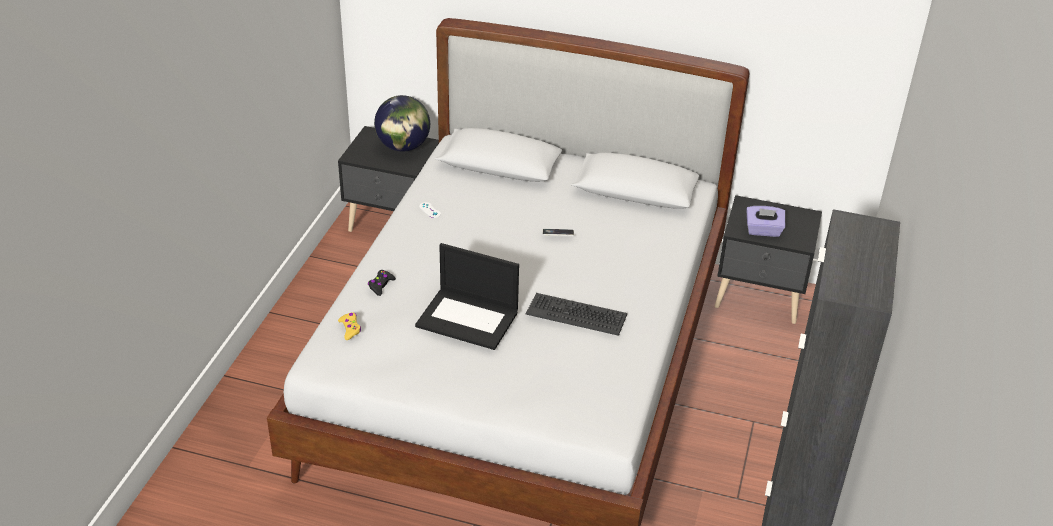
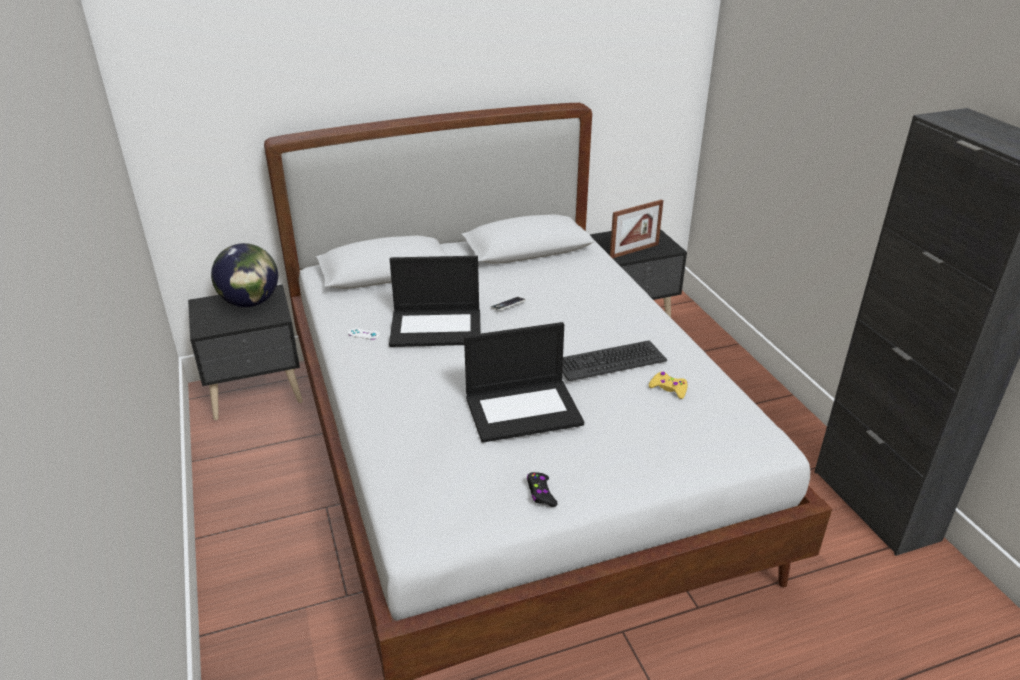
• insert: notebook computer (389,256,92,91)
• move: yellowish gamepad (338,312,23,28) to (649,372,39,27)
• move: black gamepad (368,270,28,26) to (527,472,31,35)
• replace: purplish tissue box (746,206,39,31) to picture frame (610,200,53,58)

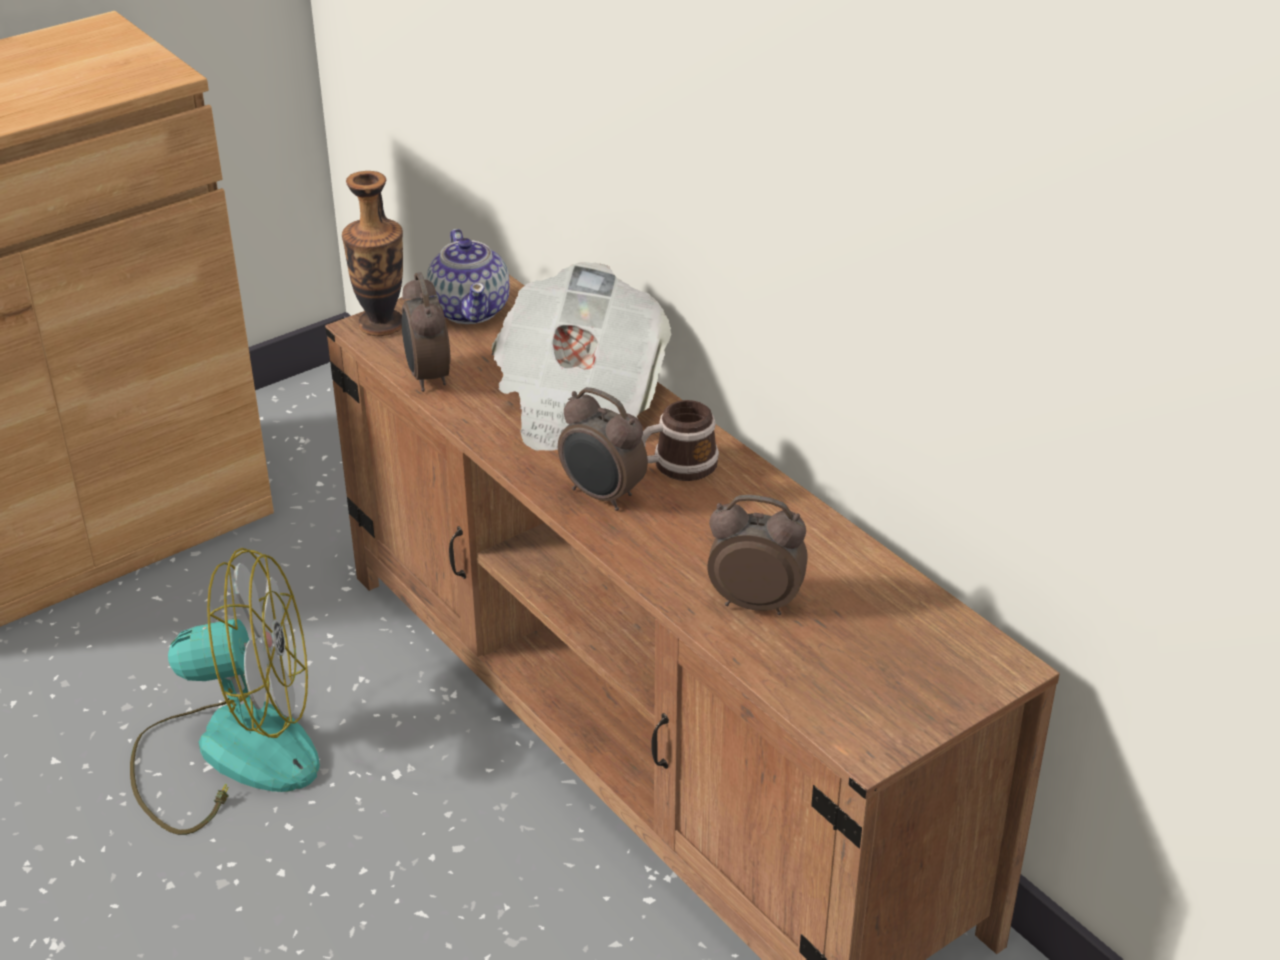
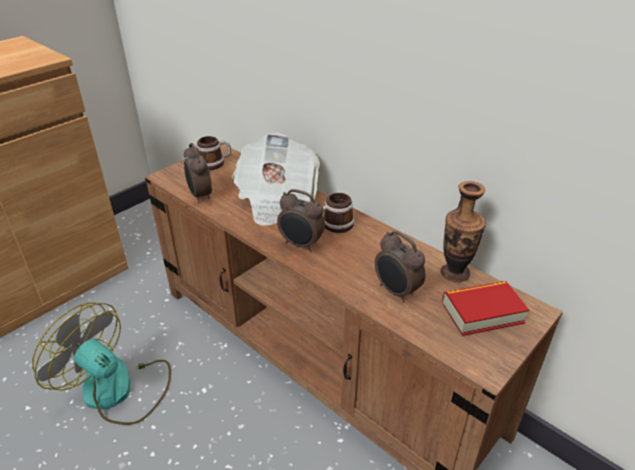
• insert: bound book (442,281,87,55)
• move: decorative vase (342,171,61,165) to (441,181,45,101)
• replace: teapot (427,229,83,95) to tea mug (196,136,35,34)
• rotate: electric fan (130,548,190,287) = (32,303,139,122) 135 degrees counterclockwise
• rotate: table clock (707,495,100,120) = (375,231,51,71) 135 degrees counterclockwise

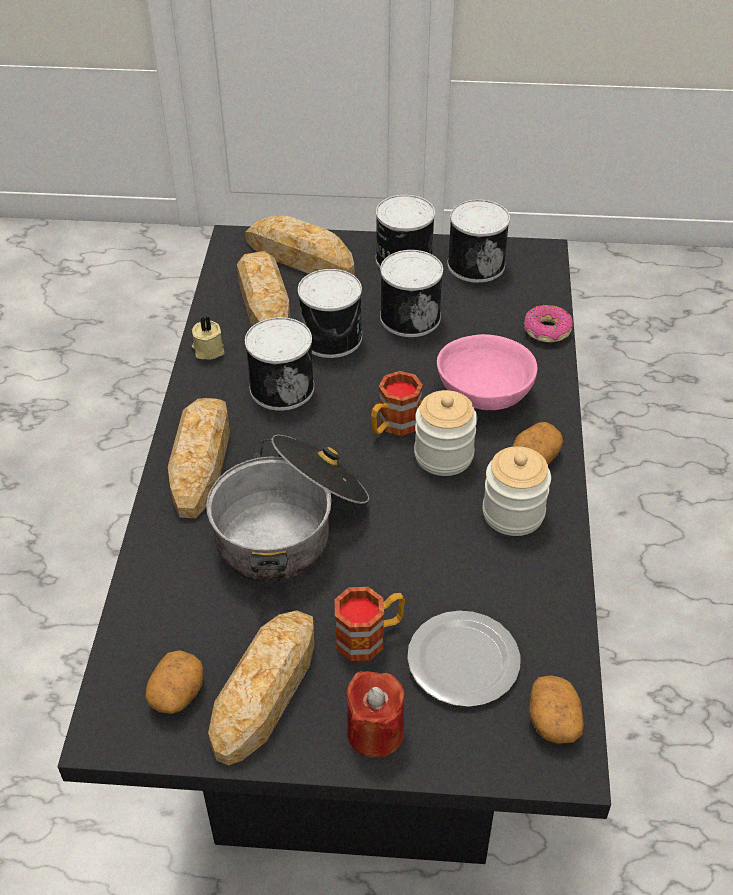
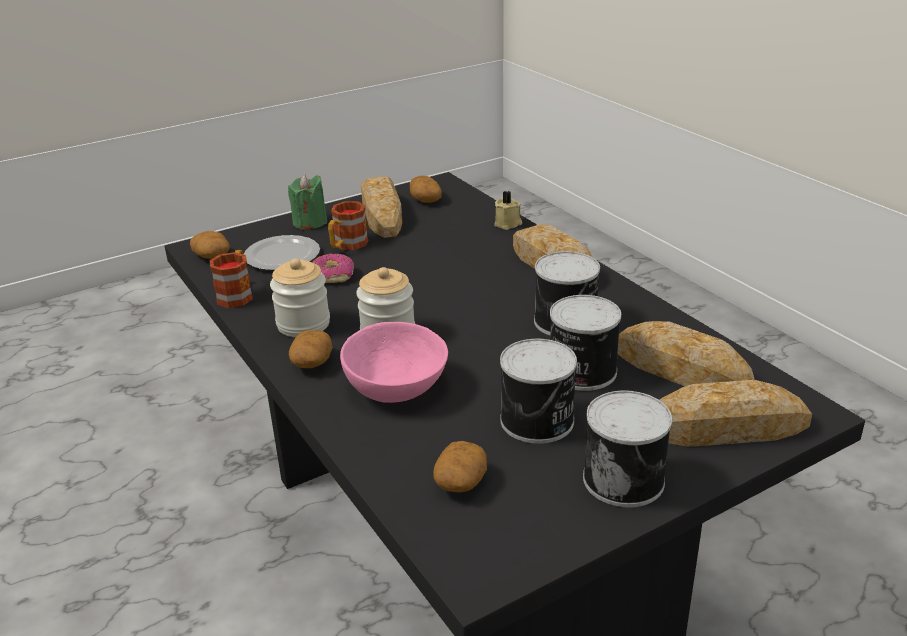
• delete: stockpot (206,435,163,147)
• delete: can (447,199,63,84)
• insert: spud (433,441,54,51)
• move: beige-coloured wax light (192,316,33,43) to (494,191,28,39)
• move: tea mug (371,371,52,65) to (210,250,43,58)
• move: ring doughnut (524,305,49,38) to (312,254,42,29)
• recolor: reddish wax light (345,671,60,87) to green-coloured wax light (288,174,39,56)

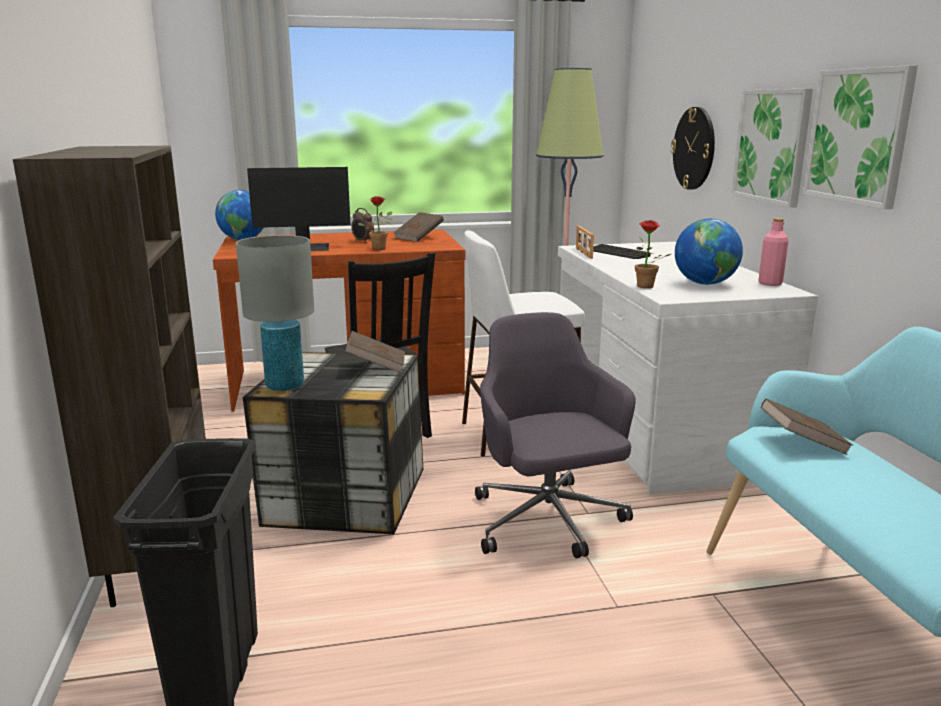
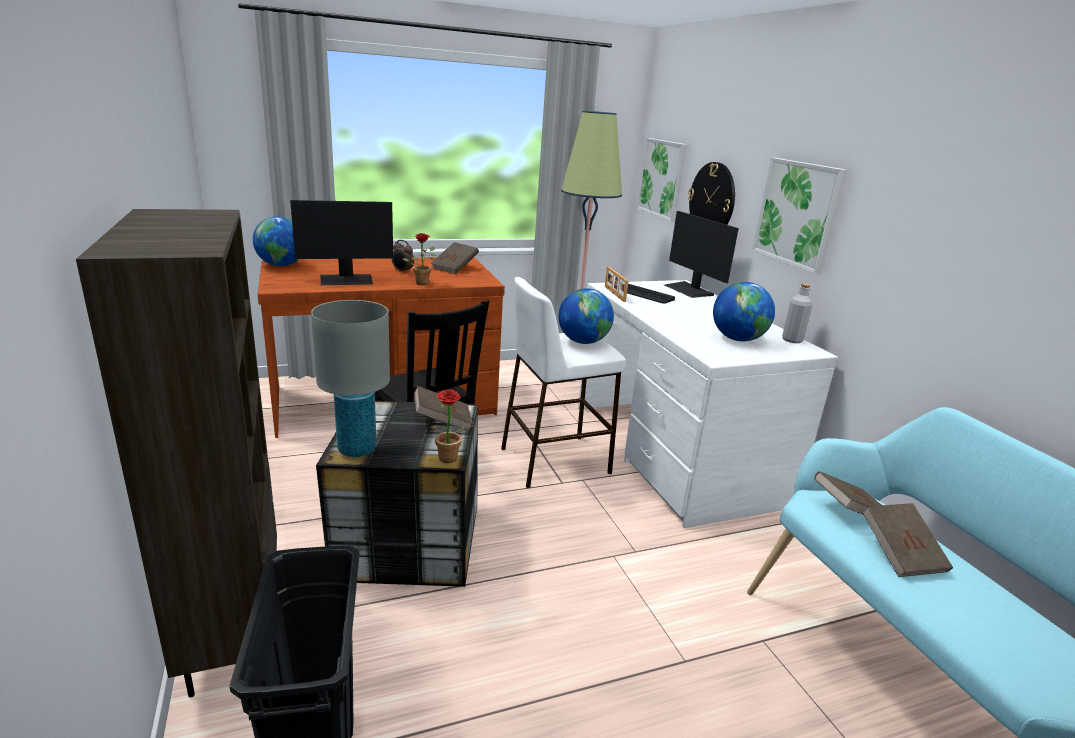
• delete: grey office chair (475,312,160,246)
• insert: globe (558,288,56,56)
• insert: computer screen (664,211,75,87)
• insert: brownish bound book (862,503,91,74)
• move: houseplant (632,220,39,68) to (429,390,47,73)
• move: picture (803,65,115,144) to (637,138,50,84)
• recolor: pink bottle (759,218,30,68) to grey bottle (782,283,30,60)

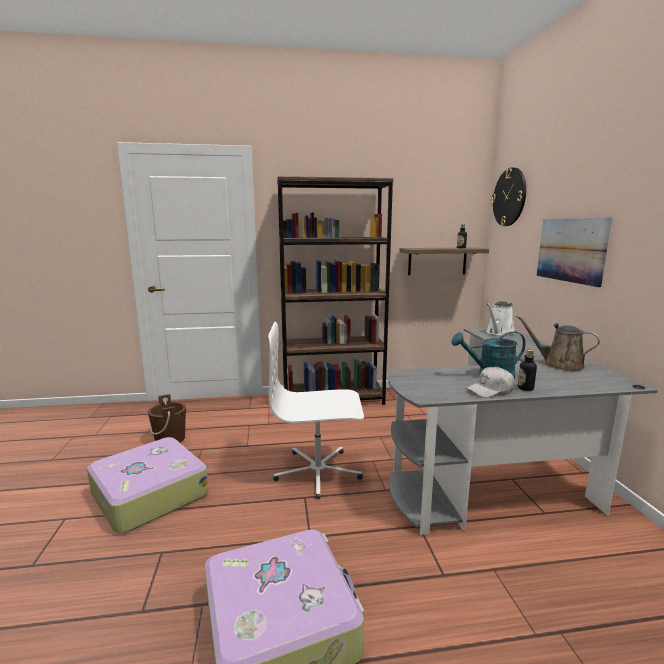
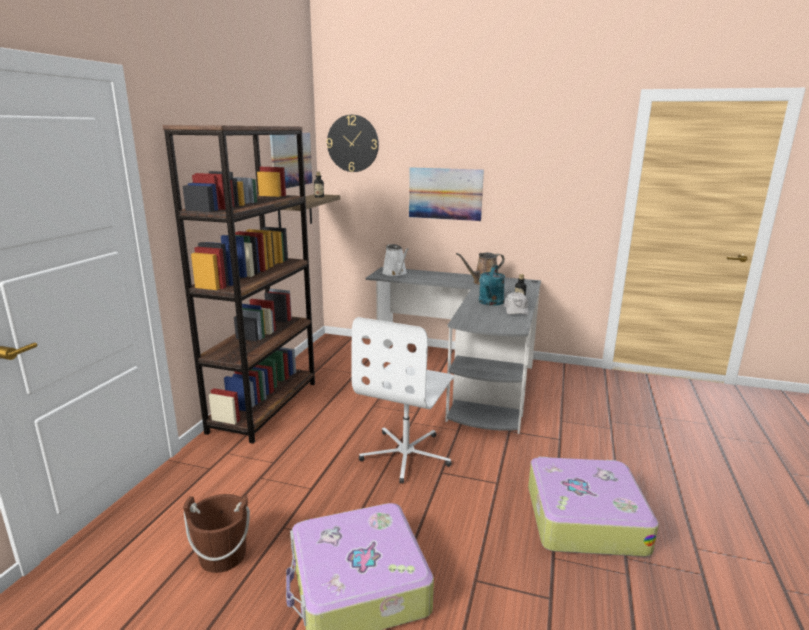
• insert: picture (270,133,42,55)

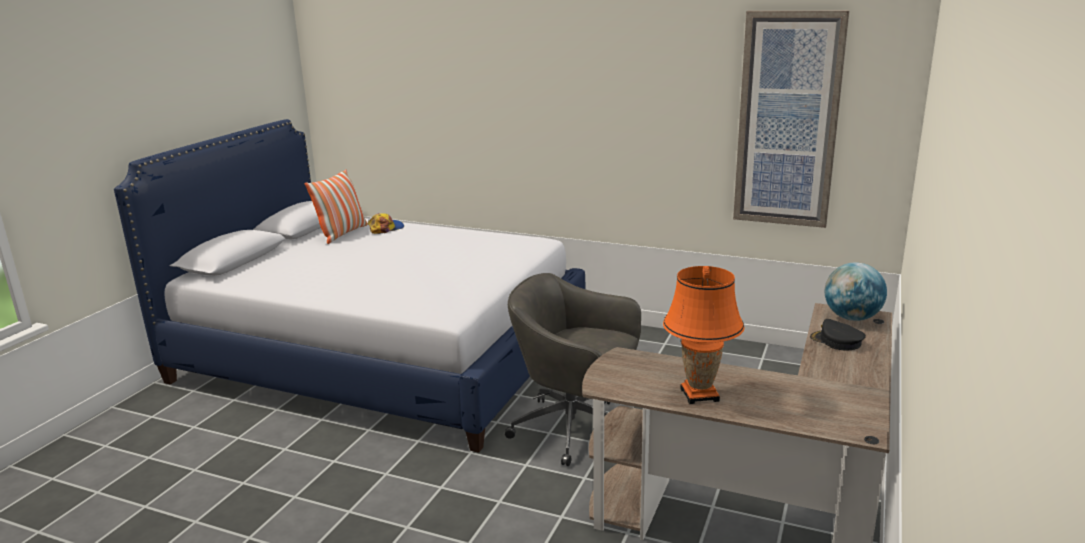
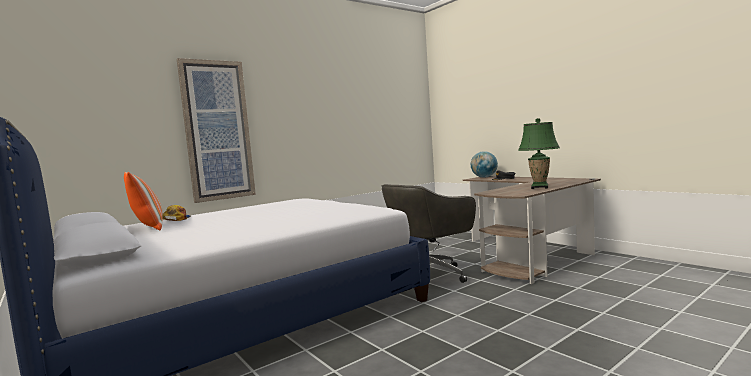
• move: picture (733,10,117,218) to (177,58,79,145)
• recolor: orange lamp for a table (663,266,81,138) to green-coloured lamp for a table (518,118,42,71)

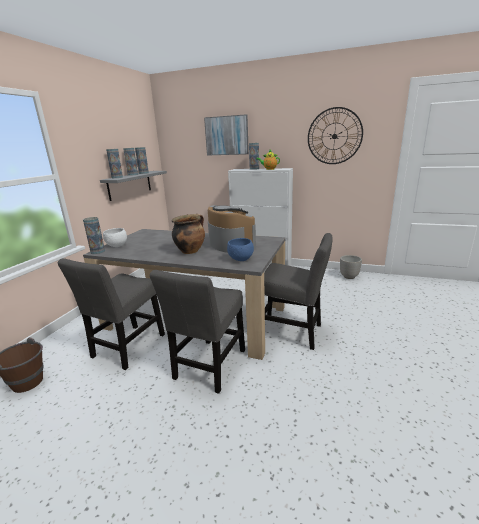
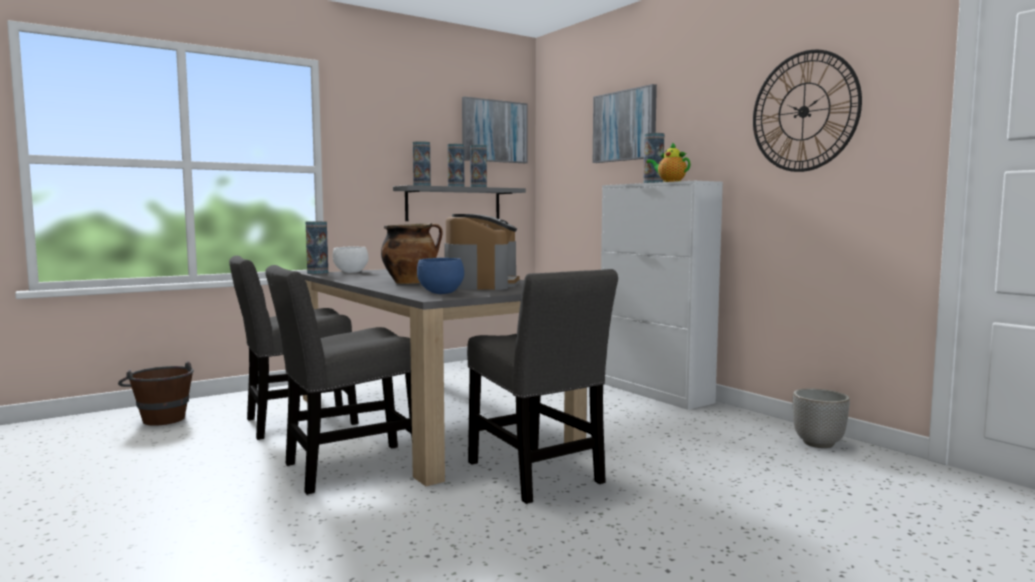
• insert: picture (462,96,66,67)

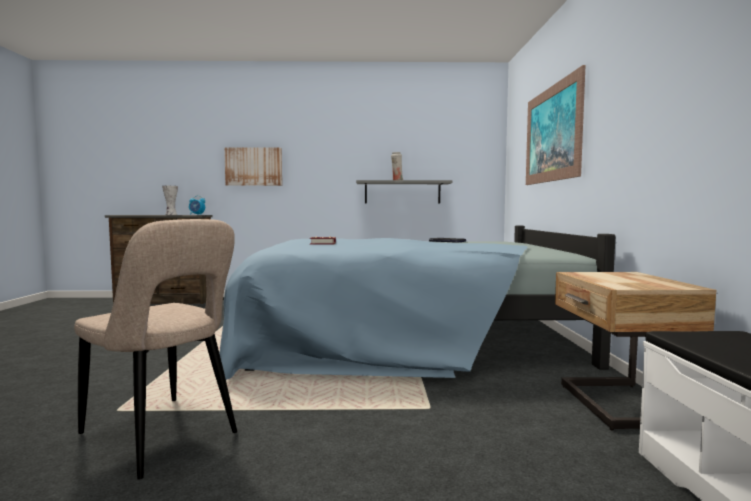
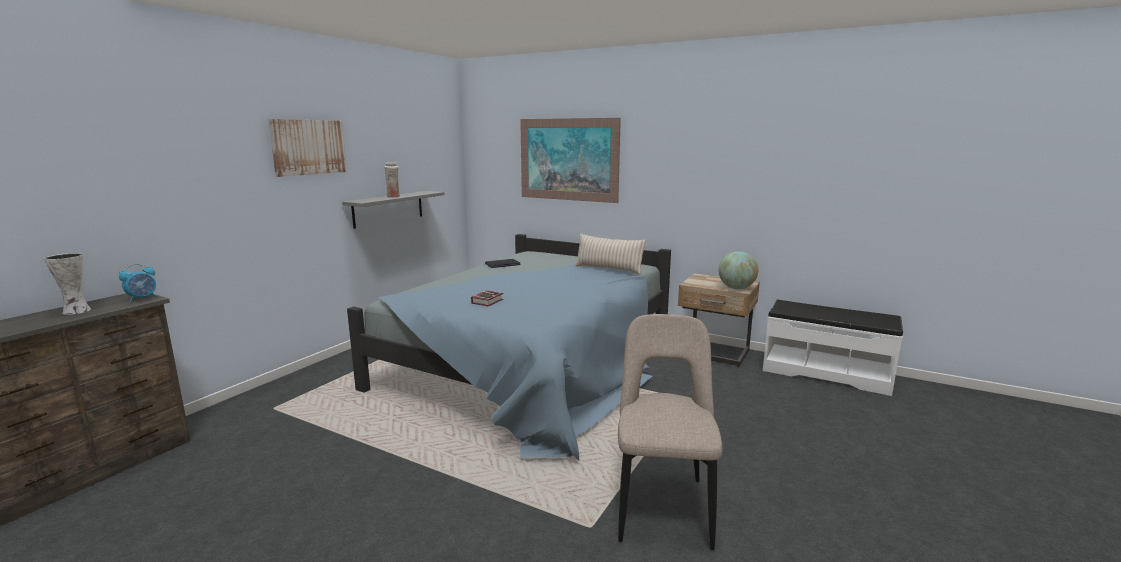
• insert: beige-coloured pillow (575,234,71,41)
• insert: globe (719,251,39,38)
• move: picture (224,147,58,39) to (268,119,79,58)
• rotate: beige-coloured chair (74,219,163,261) = (618,314,105,236) 60 degrees counterclockwise

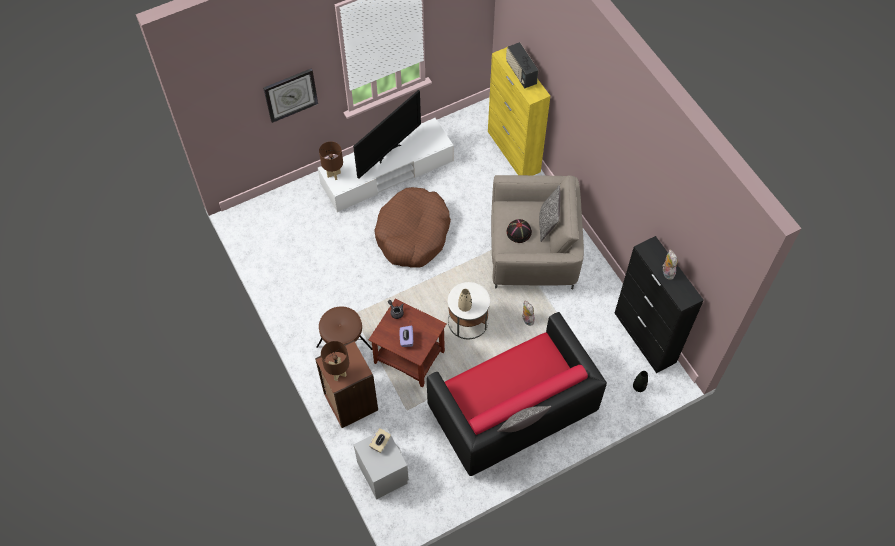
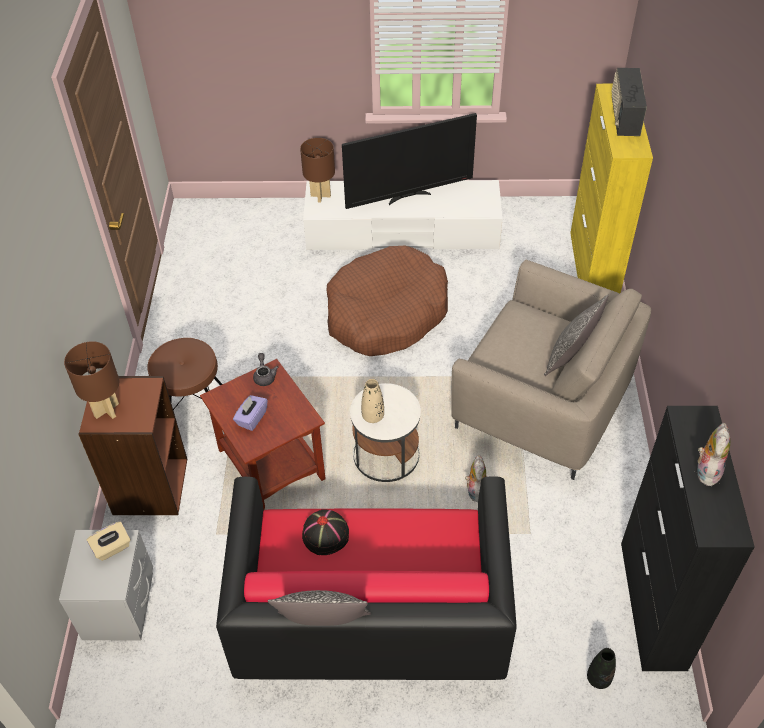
• delete: hanging clock (263,69,55,54)
• move: black hat (506,219,26,24) to (302,509,47,46)

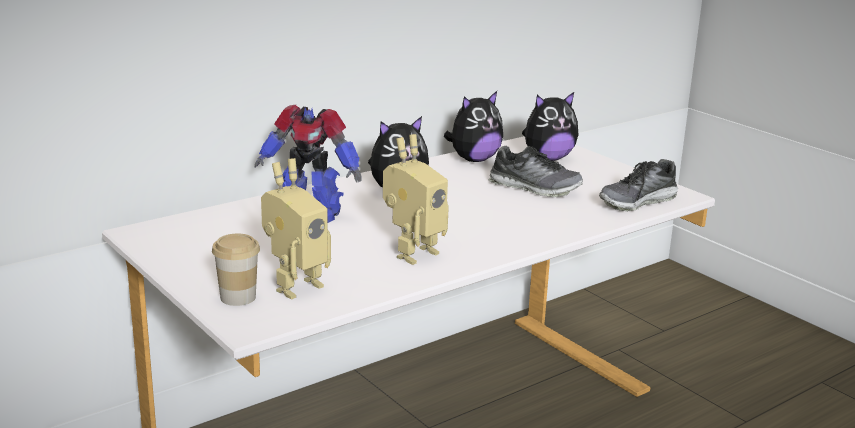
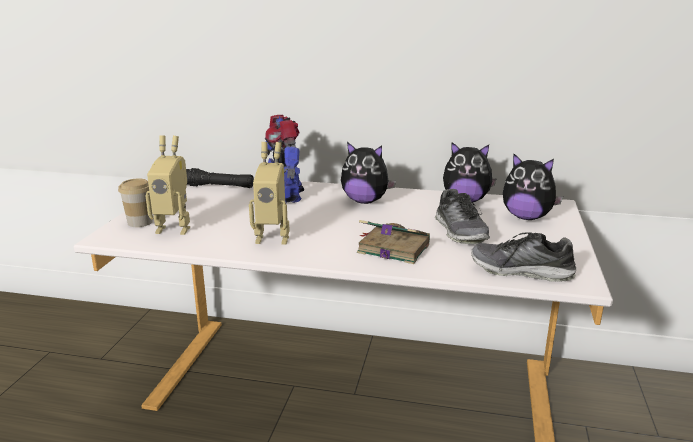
• insert: black hand torch (186,168,68,20)
• insert: bound book (357,220,73,44)

